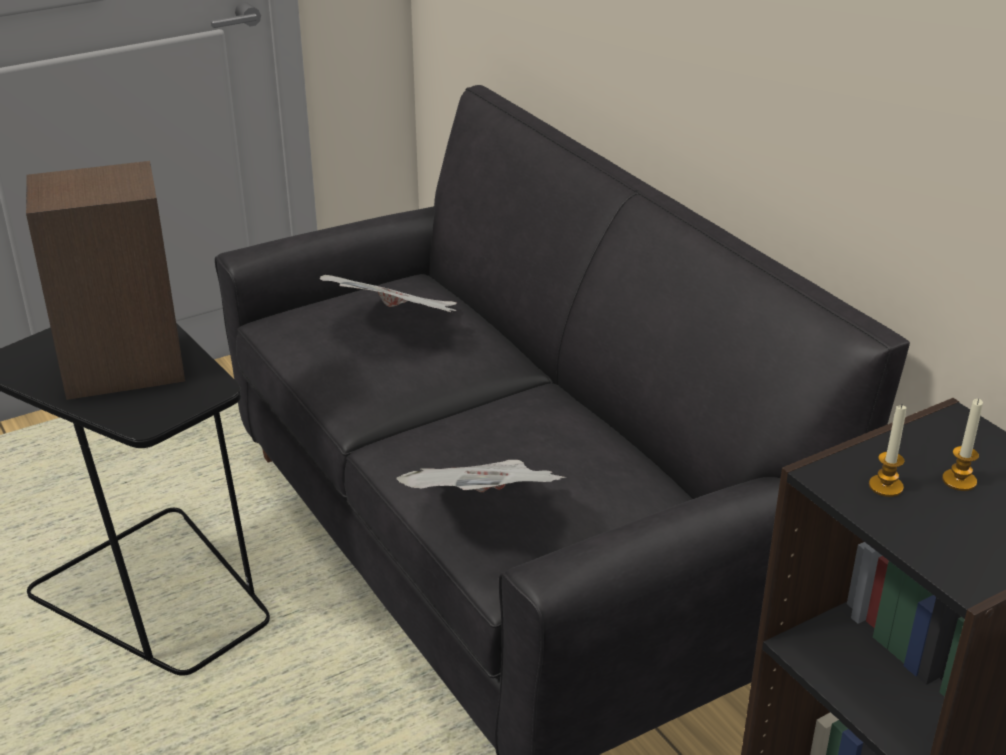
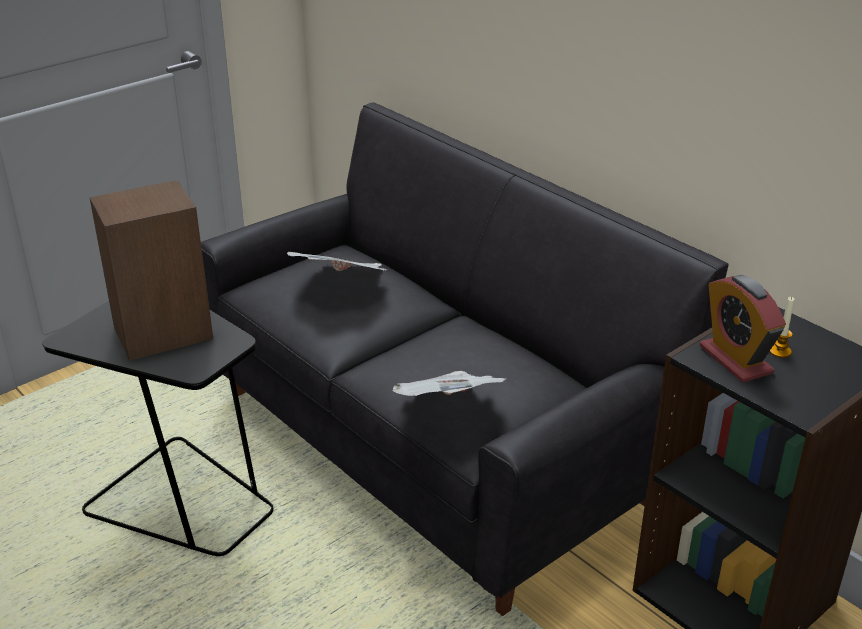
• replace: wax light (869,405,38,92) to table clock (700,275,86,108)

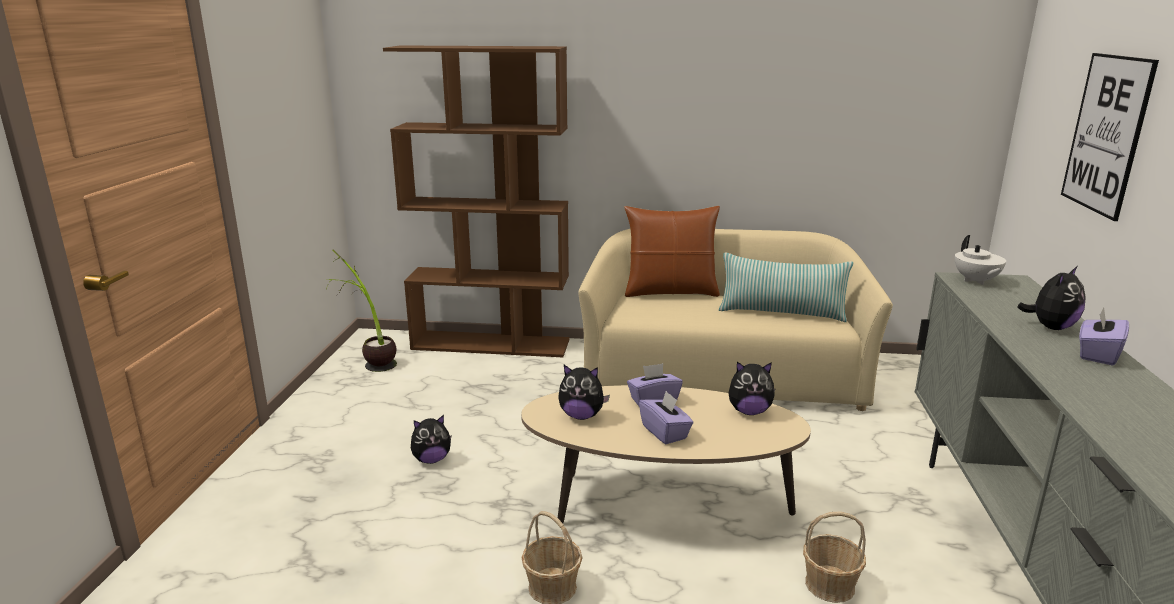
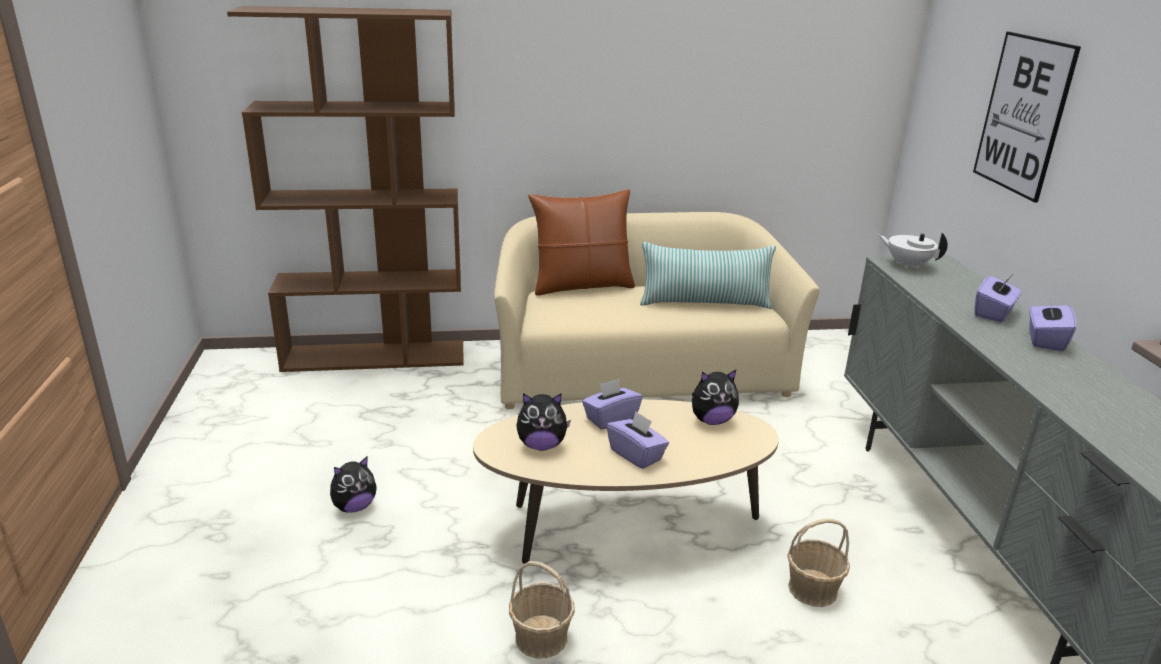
• delete: houseplant (326,250,71,122)
• replace: plush toy (1018,266,68,64) to purplish tissue box (975,275,47,48)
• rotate: whitish teapot (955,235,51,50) = (878,233,70,36) 150 degrees clockwise

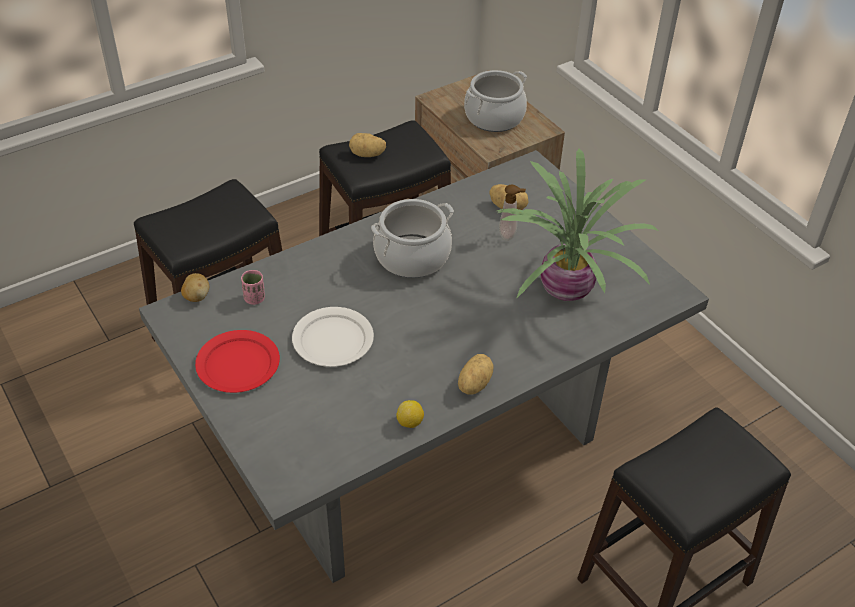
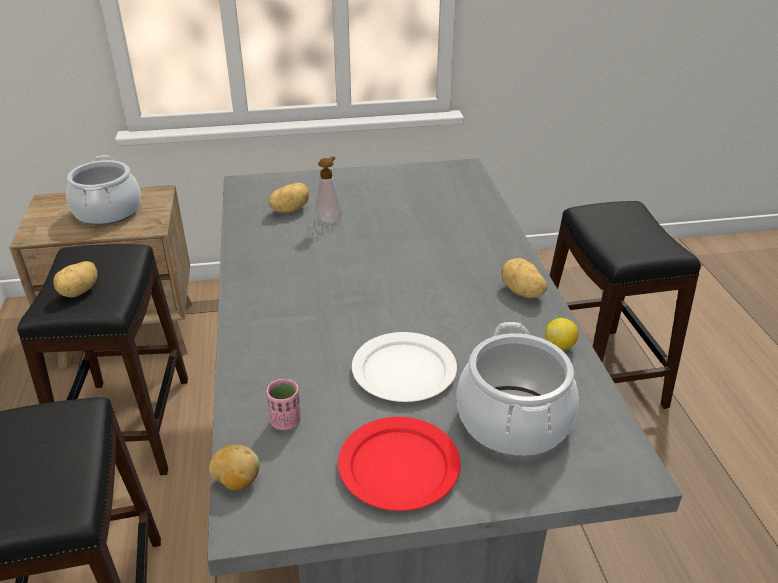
• delete: houseplant (497,149,162,152)
• move: stockpot (371,199,83,79) to (457,322,122,134)

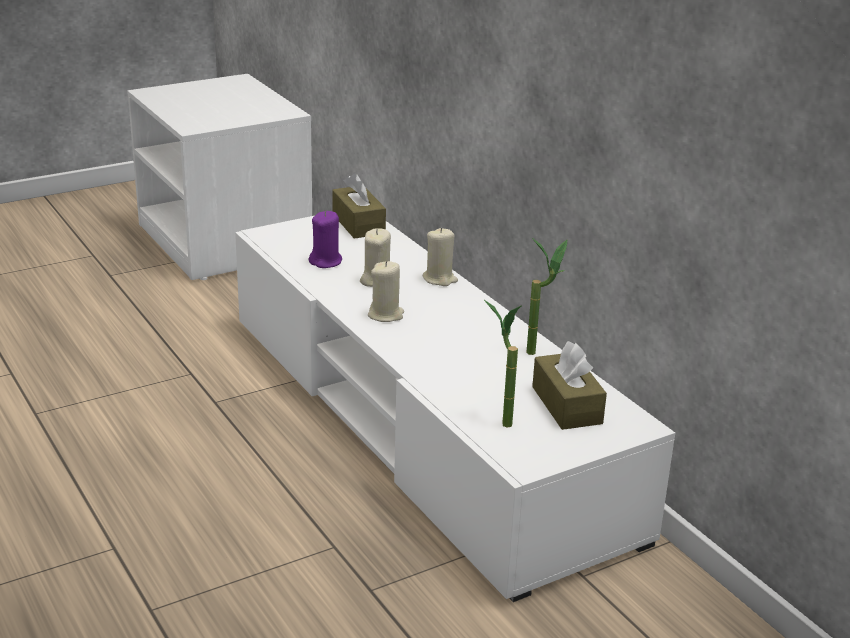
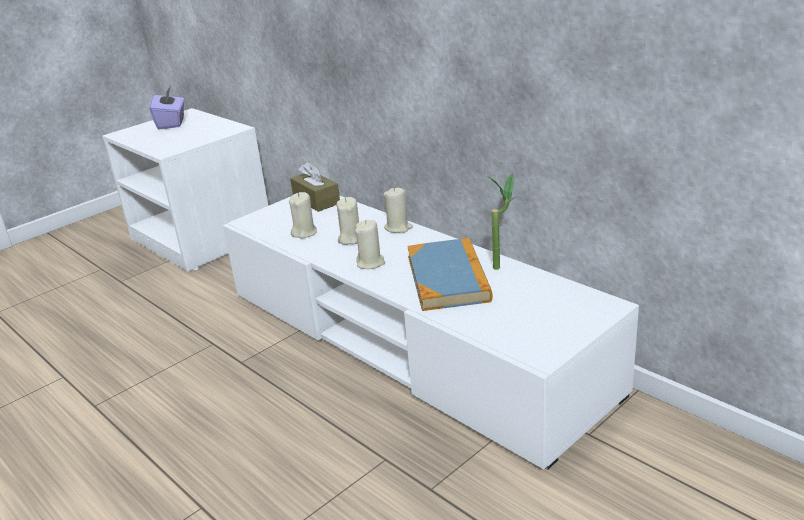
• delete: houseplant (484,300,38,127)
• delete: brownish tissue box (532,341,75,89)
• insert: purplish tissue box (149,86,35,43)
• insert: bound book (407,238,86,73)
• recolor: purplish wax light (309,211,33,57) to beige-coloured wax light (289,192,28,47)

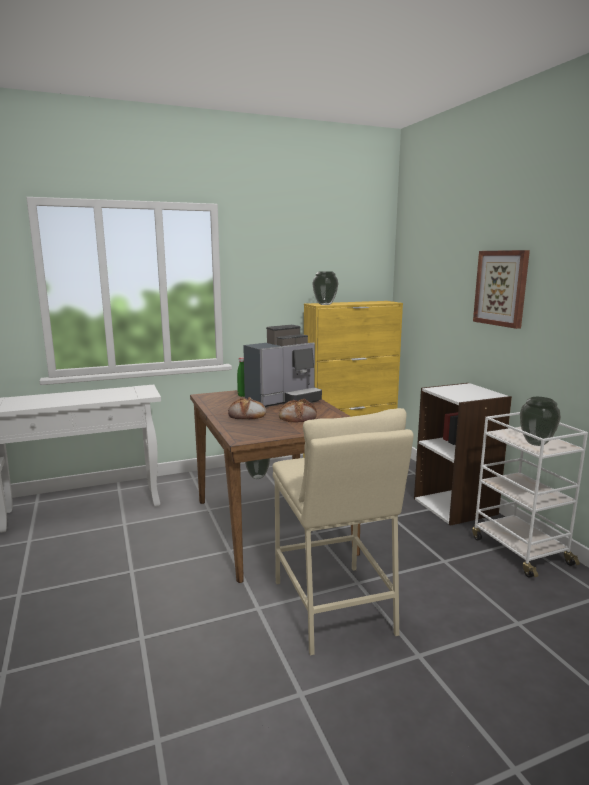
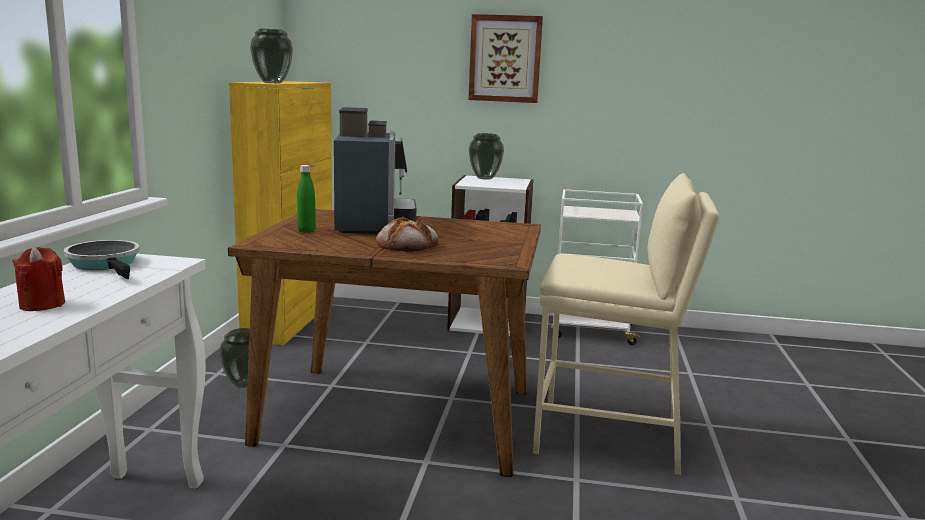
• delete: bread (279,399,38,24)
• insert: reddish wax light (12,247,53,64)
• insert: pan (64,240,76,39)
• move: decorative vase (520,397,41,49) to (469,133,35,47)

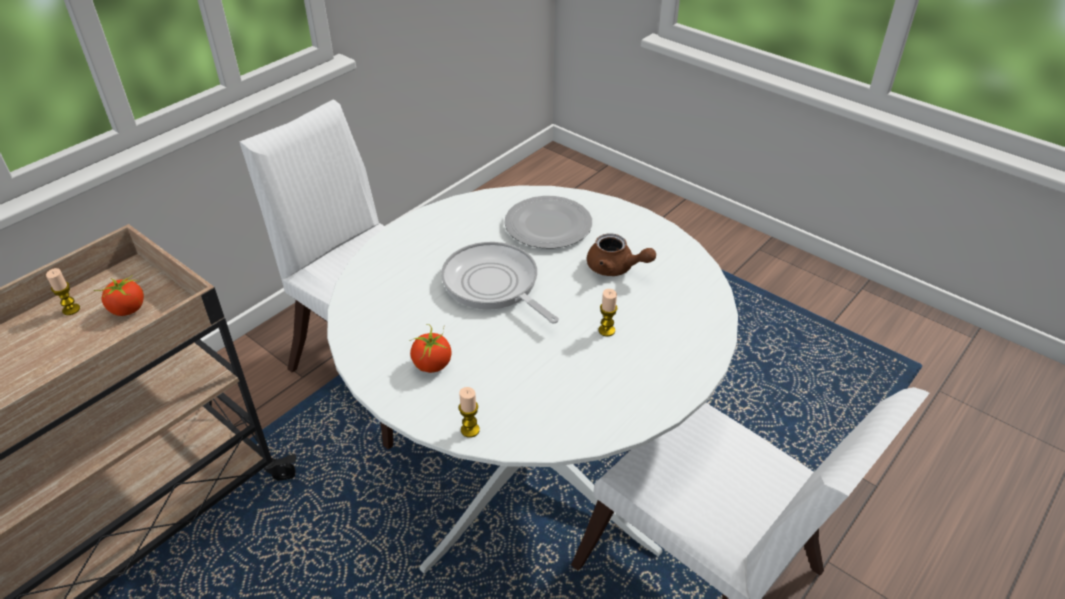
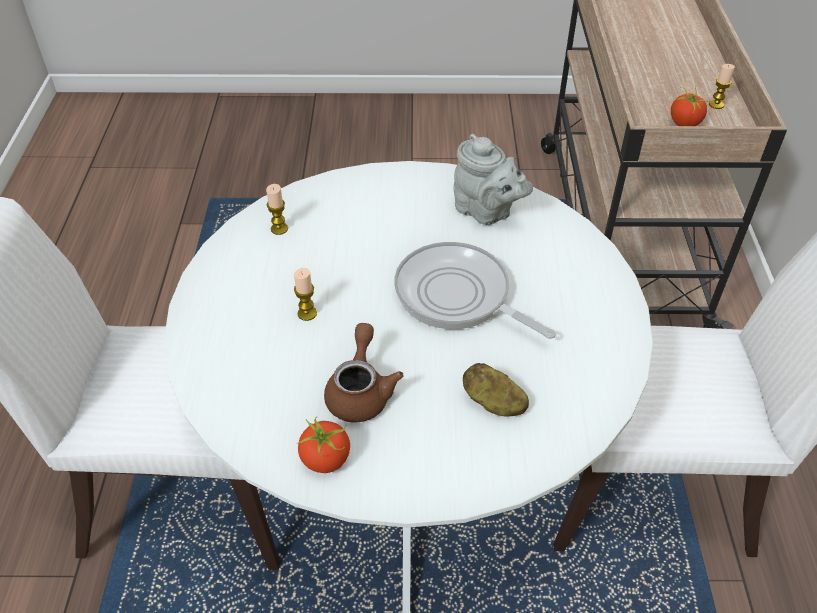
• insert: grey teapot (453,134,80,91)
• move: fresh tomato (410,324,41,49) to (298,417,52,56)
• move: wax light (459,387,21,51) to (266,184,22,51)
• replace: plate (504,196,88,53) to spud (463,363,66,54)
• rotate: pan (441,242,118,82) = (394,242,162,97) 150 degrees counterclockwise
• rotate: brownish teapot (587,233,69,43) = (324,323,80,100) 105 degrees clockwise

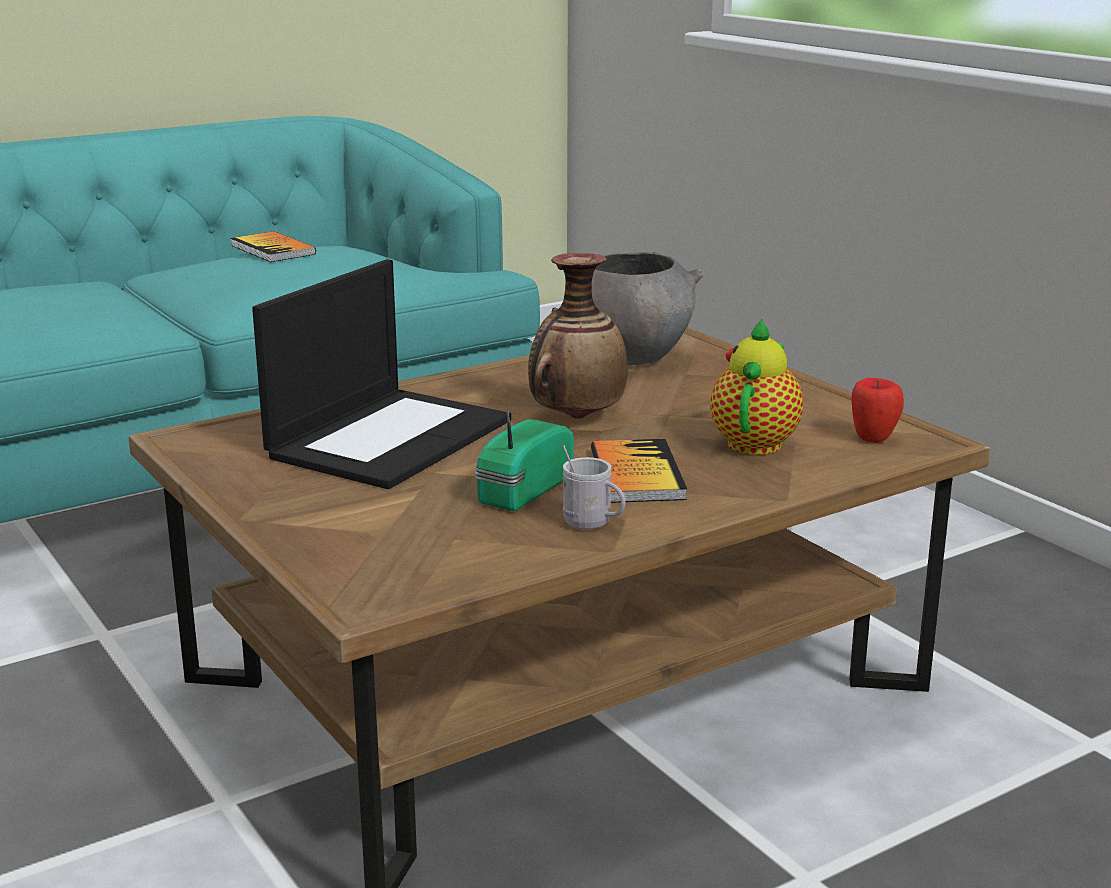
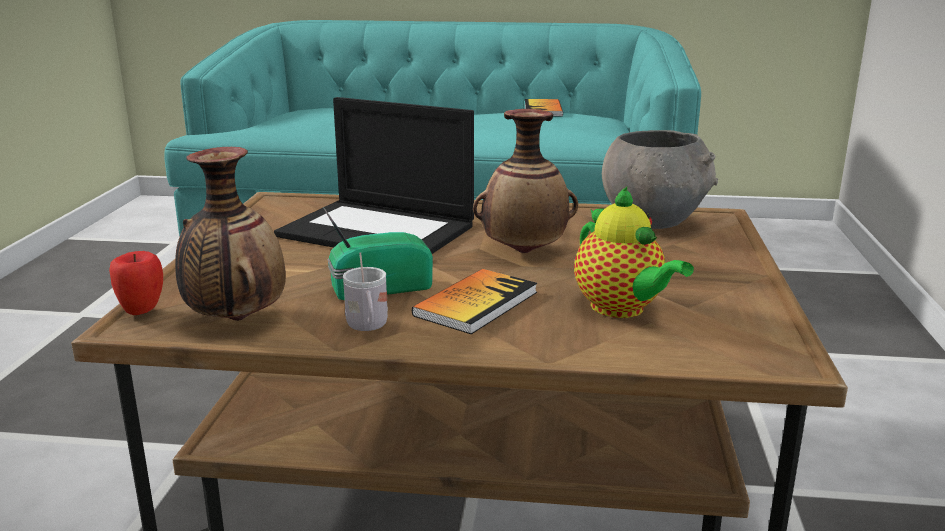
• insert: decorative vase (175,147,111,174)
• move: whole apple (851,378,53,65) to (109,251,54,64)
• rotate: notebook computer (252,259,259,230) = (274,97,200,157) 45 degrees clockwise
• rotate: teapot (710,318,93,137) = (574,187,120,131) 90 degrees clockwise

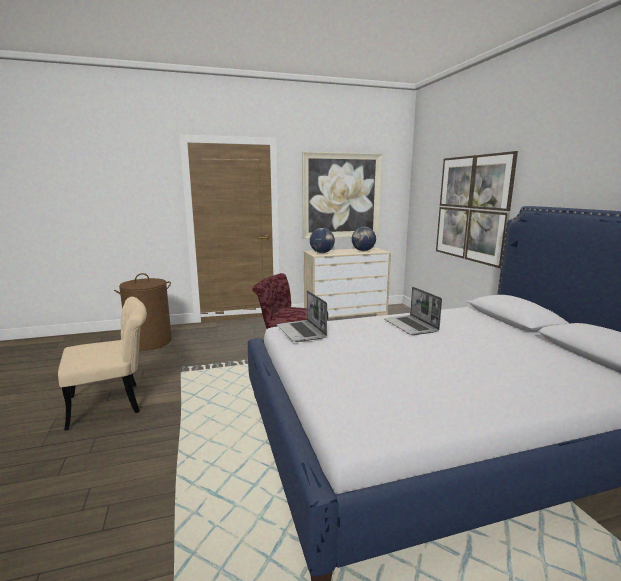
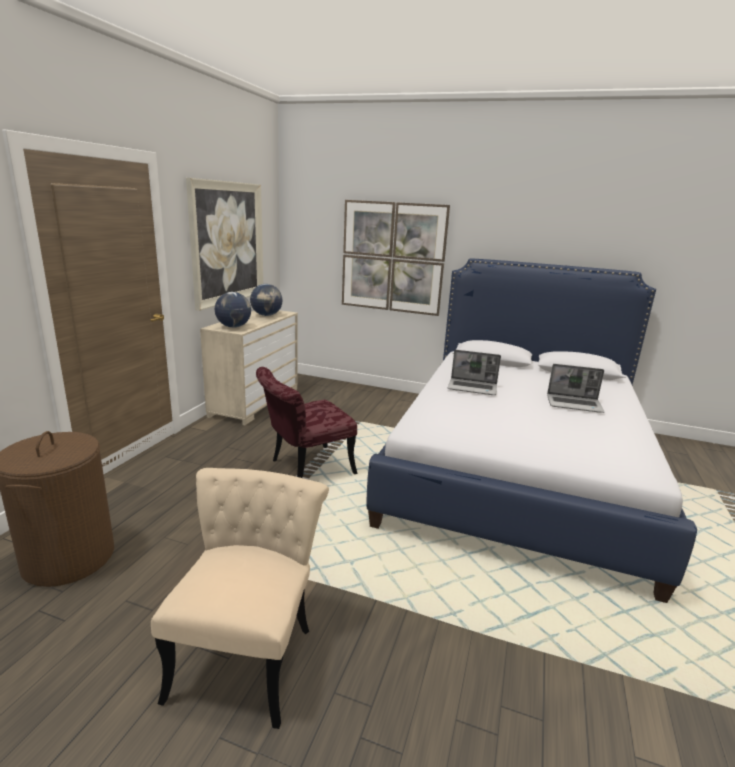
• move: notebook computer (277,290,50,52) to (547,364,57,49)

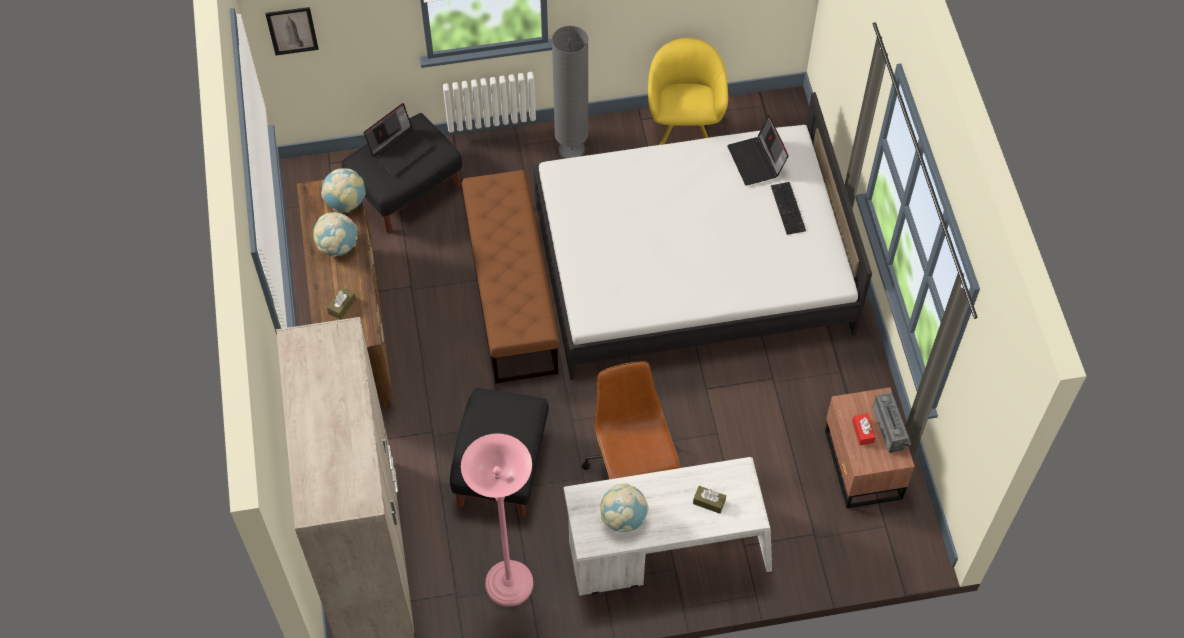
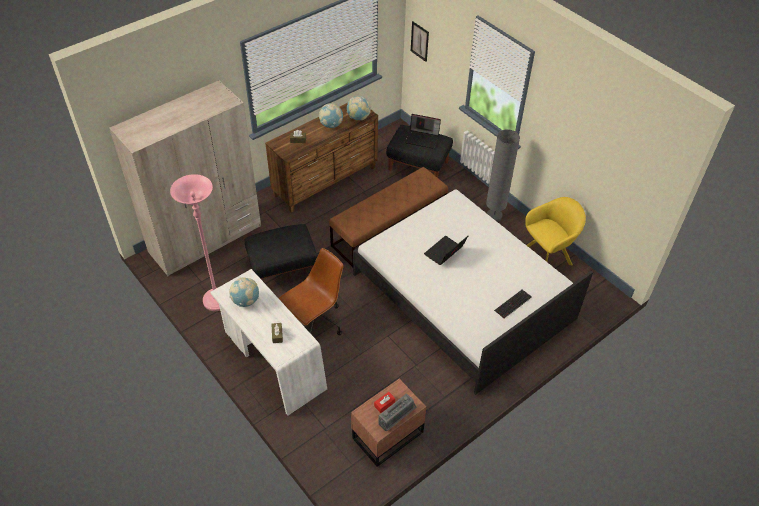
• move: notebook computer (727,115,62,71) to (424,236,44,29)

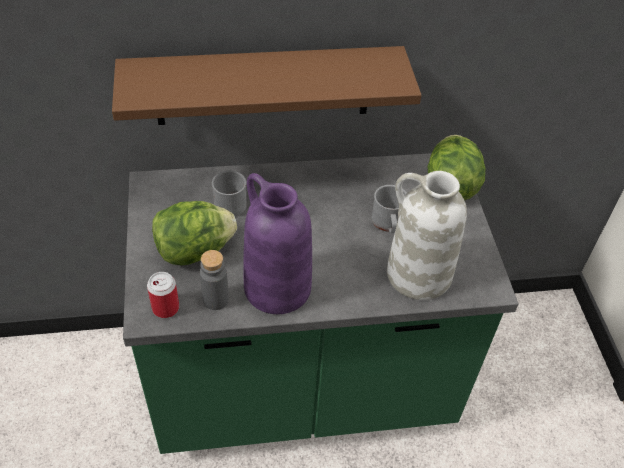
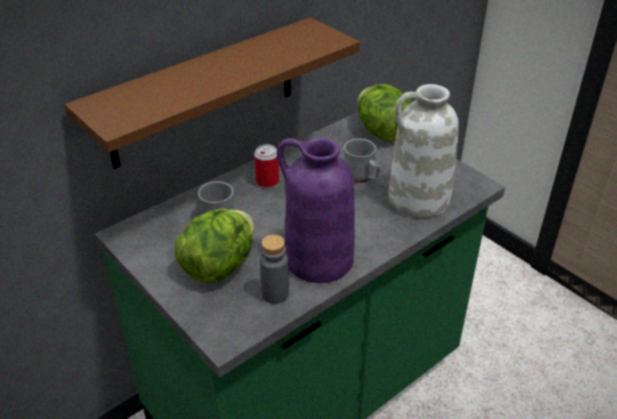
• move: can (147,272,32,46) to (254,144,25,44)

